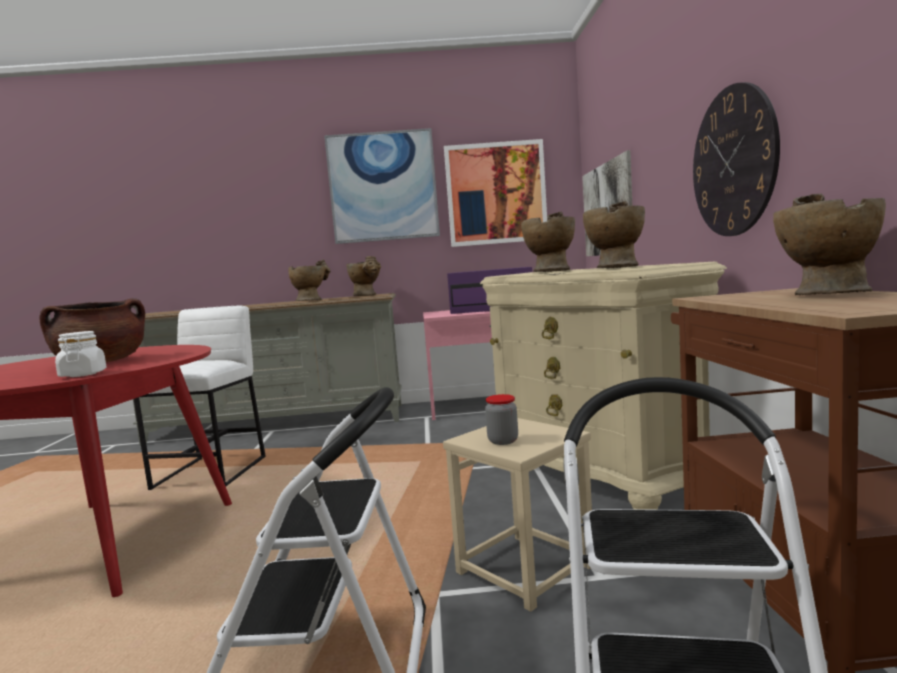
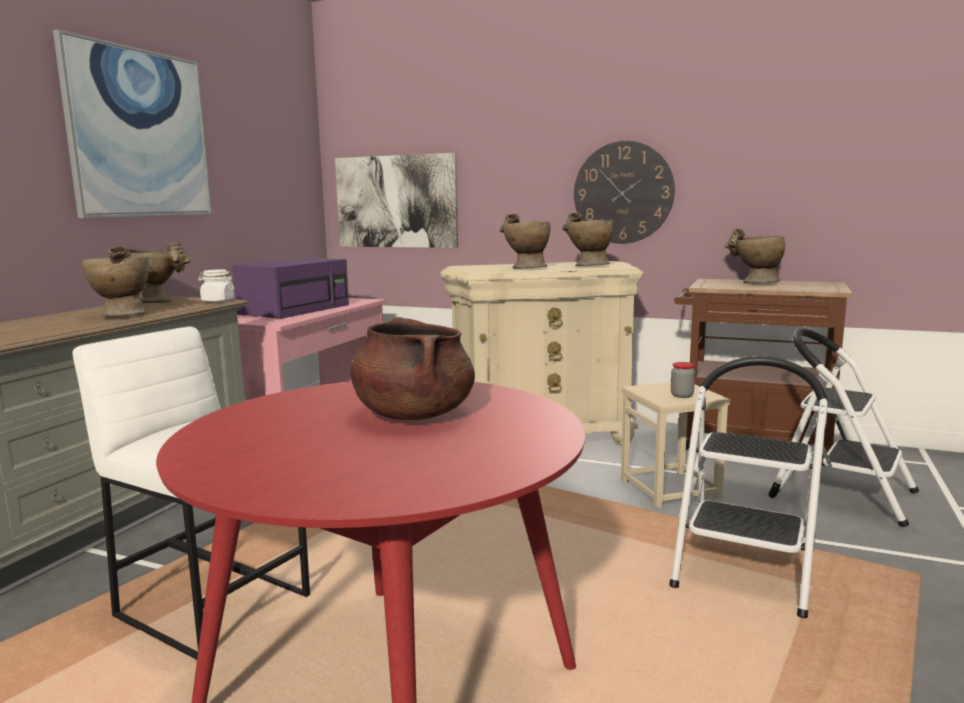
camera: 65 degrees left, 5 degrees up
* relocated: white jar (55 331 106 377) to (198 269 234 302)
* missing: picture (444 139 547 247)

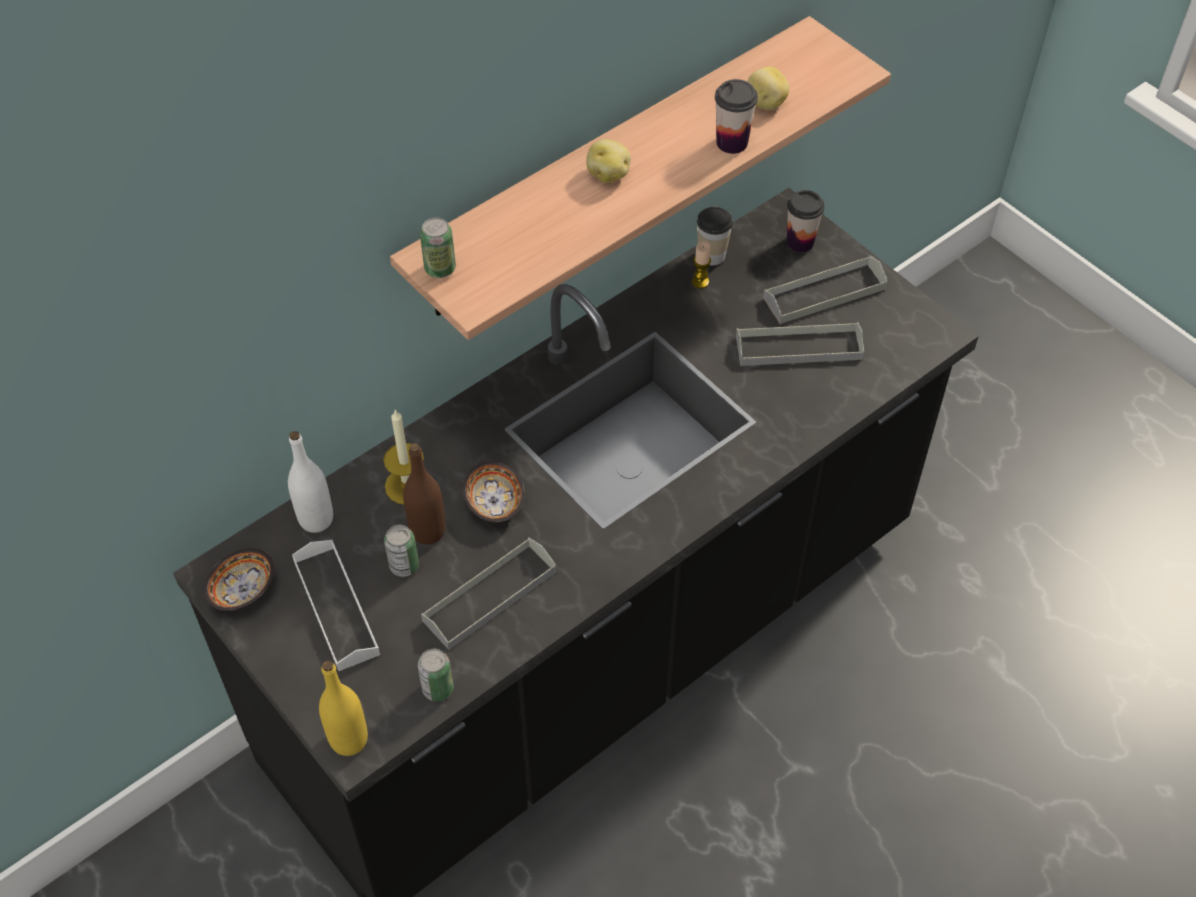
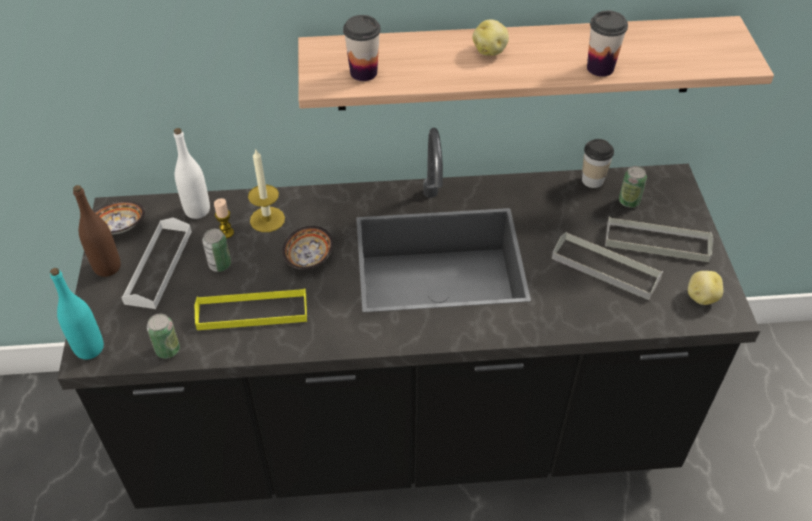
camera: 35 degrees right, 5 degrees down
* colour: yellow bottle (319 660 368 756) to turquoise bottle (50 268 104 359)
* relocated: brown bottle (403 443 445 545) to (73 185 121 277)
* colour: grey tray (421 538 556 650) to yellow tray (195 288 307 330)
* relocated: candle (692 241 711 289) to (214 198 234 238)
* relocated: cup (787 190 825 252) to (343 15 381 81)
* relocated: can (420 217 456 278) to (619 166 647 208)
* relocated: potato (747 67 789 110) to (688 271 723 305)

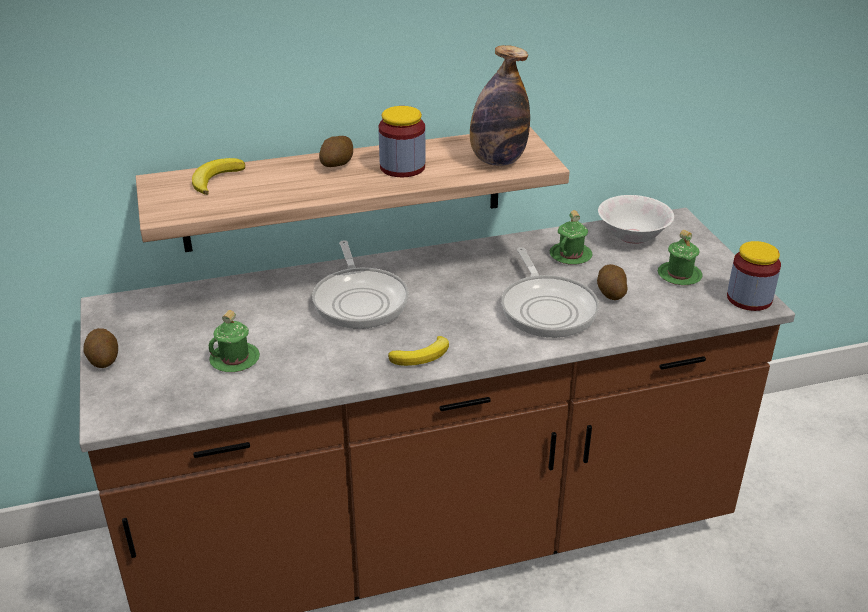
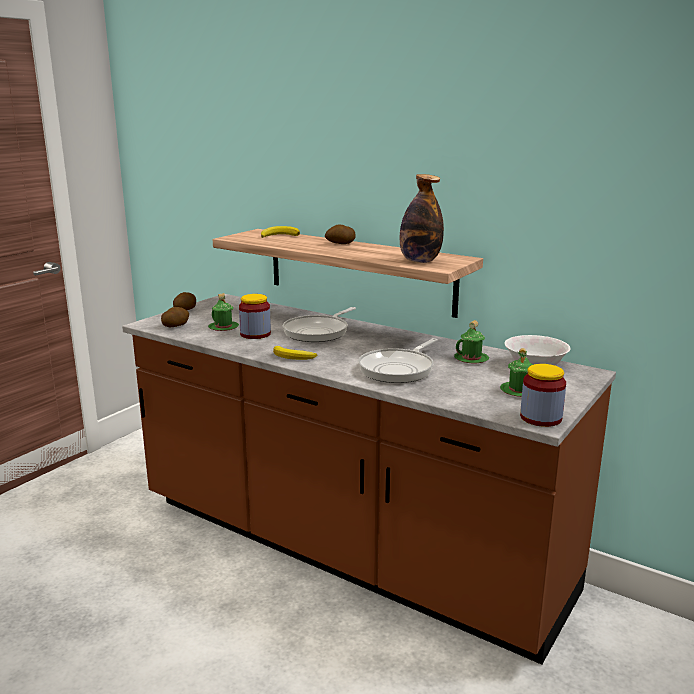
camera: 50 degrees right, 15 degrees down
* relocated: potato (597 264 627 300) to (161 307 189 327)
* relocated: jar (379 106 426 177) to (239 294 271 339)

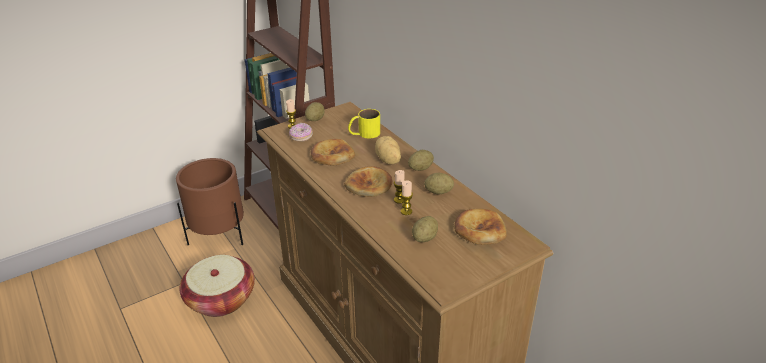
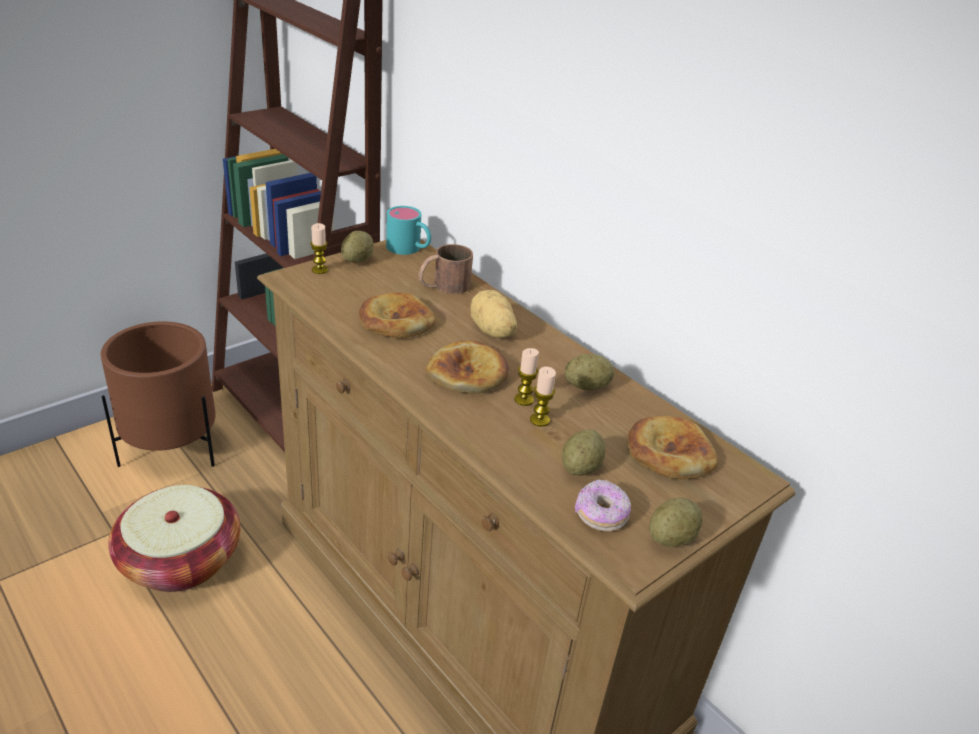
camera: 10 degrees left, 0 degrees up
* appeared: turquoise mug (386 206 431 255)
* colour: yellow mug (348 109 380 139) to brown mug (419 244 473 294)
* relocated: donut (289 123 313 142) to (575 480 631 531)
* relocated: potato (408 150 434 171) to (649 498 703 547)

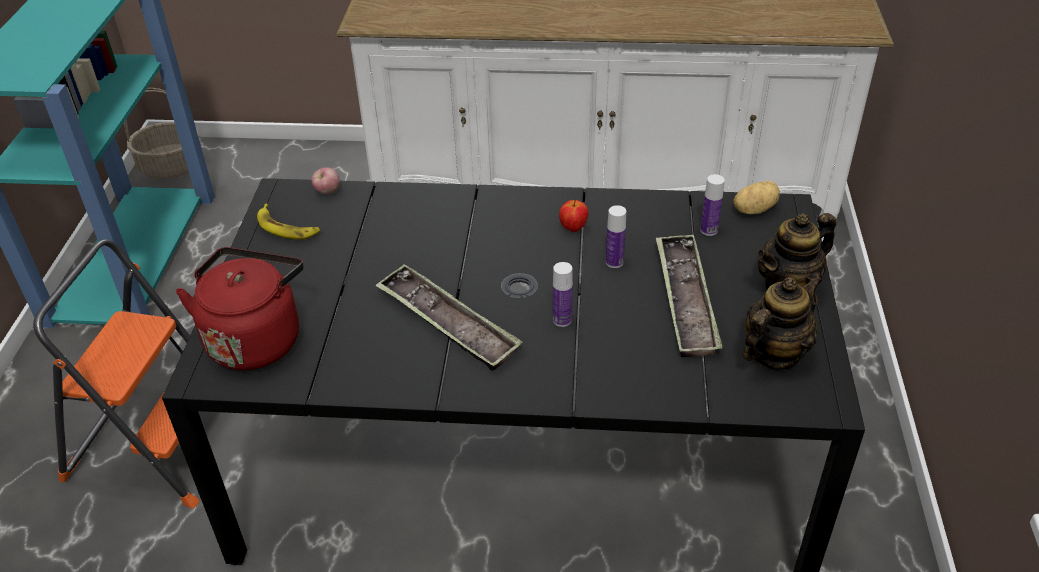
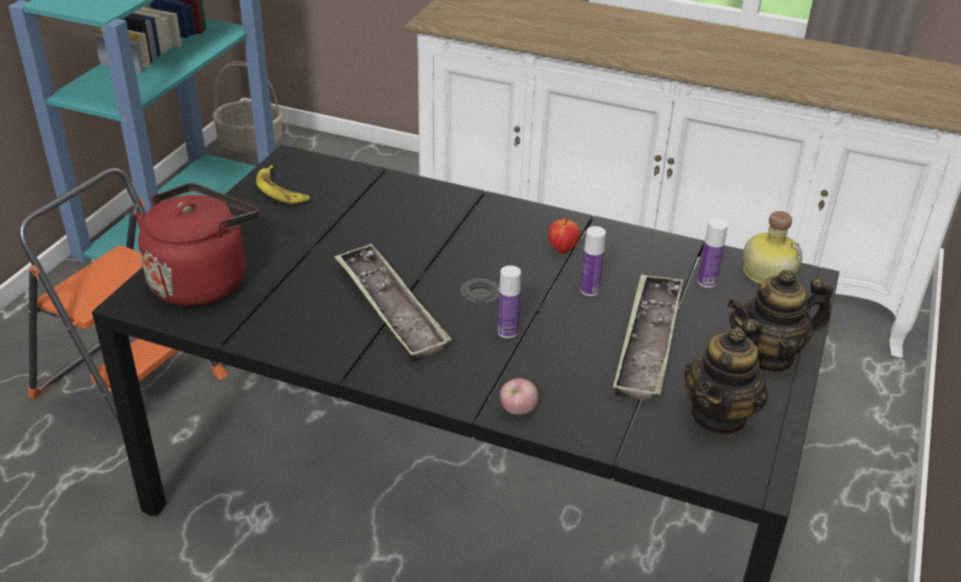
camera: 15 degrees right, 5 degrees down
* relocated: apple (311 167 340 194) to (500 378 538 415)
* spun: teapot (743 275 822 370) = (684 319 768 437) 150 degrees clockwise
* exchanged: potato (734 181 780 214) to bottle (743 211 802 284)

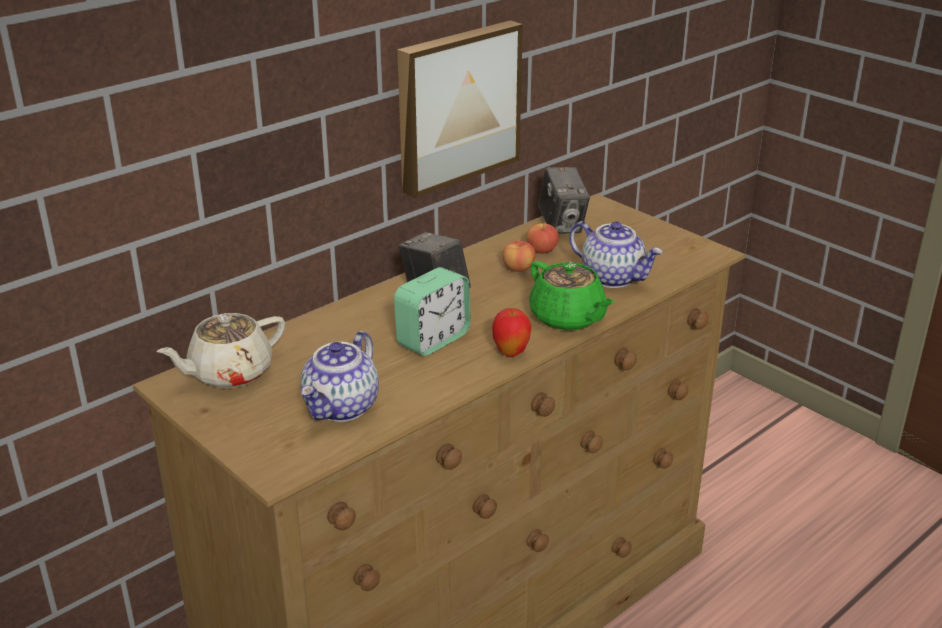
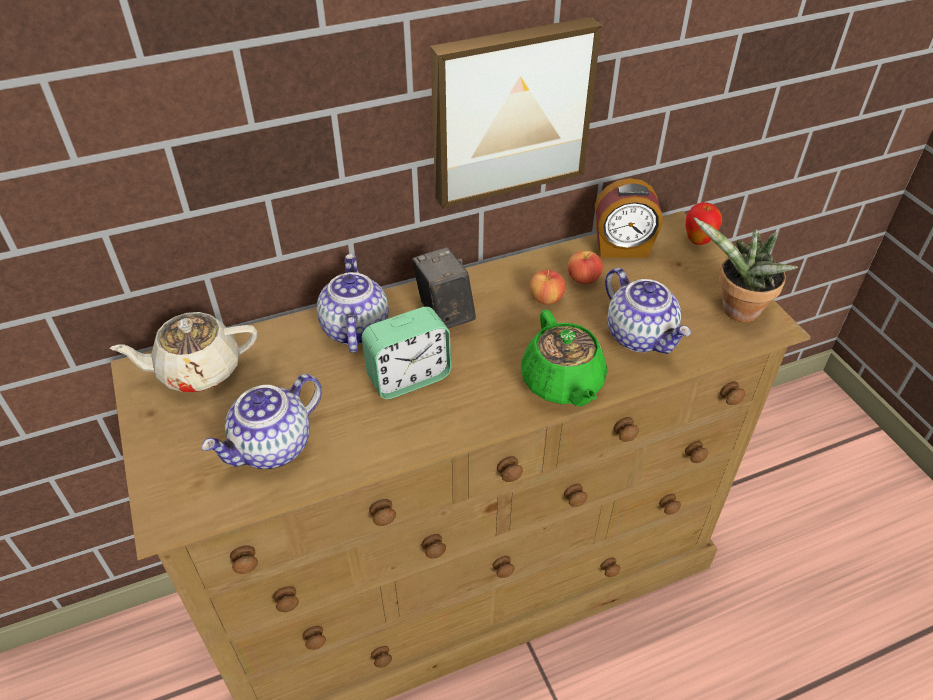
camera: 20 degrees right, 15 degrees up
* appeared: teapot (317 254 389 353)
* exchanged: photo camera (538 167 590 234) to alarm clock (595 178 663 258)
* relocated: apple (492 308 532 357) to (685 202 722 245)
* appeared: potted plant (693 217 798 322)

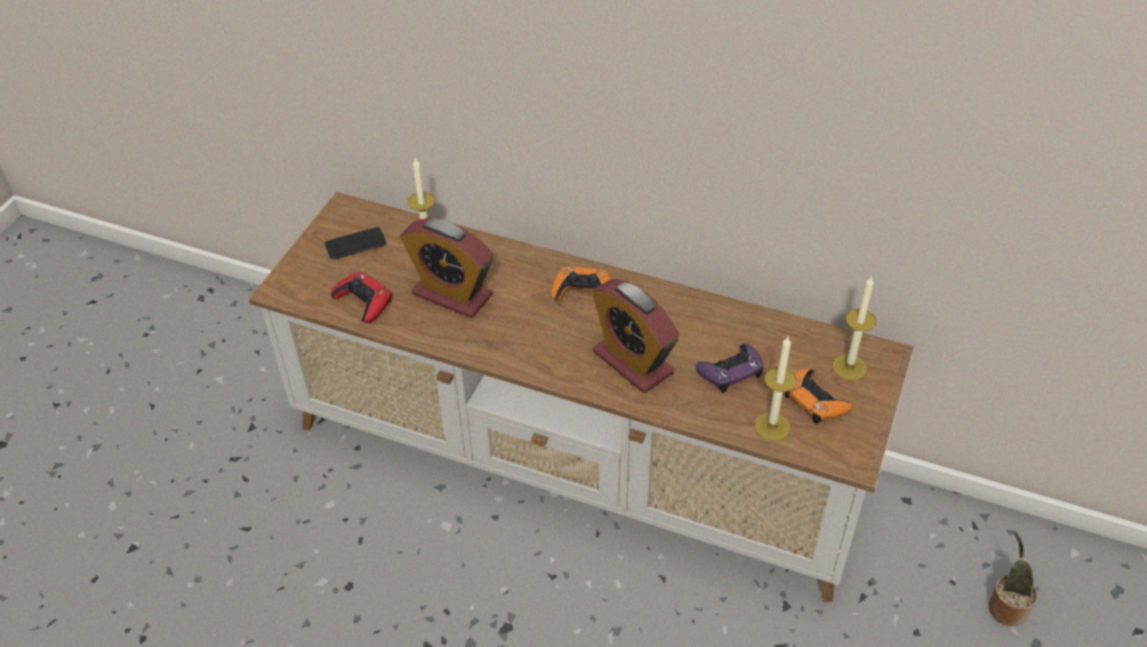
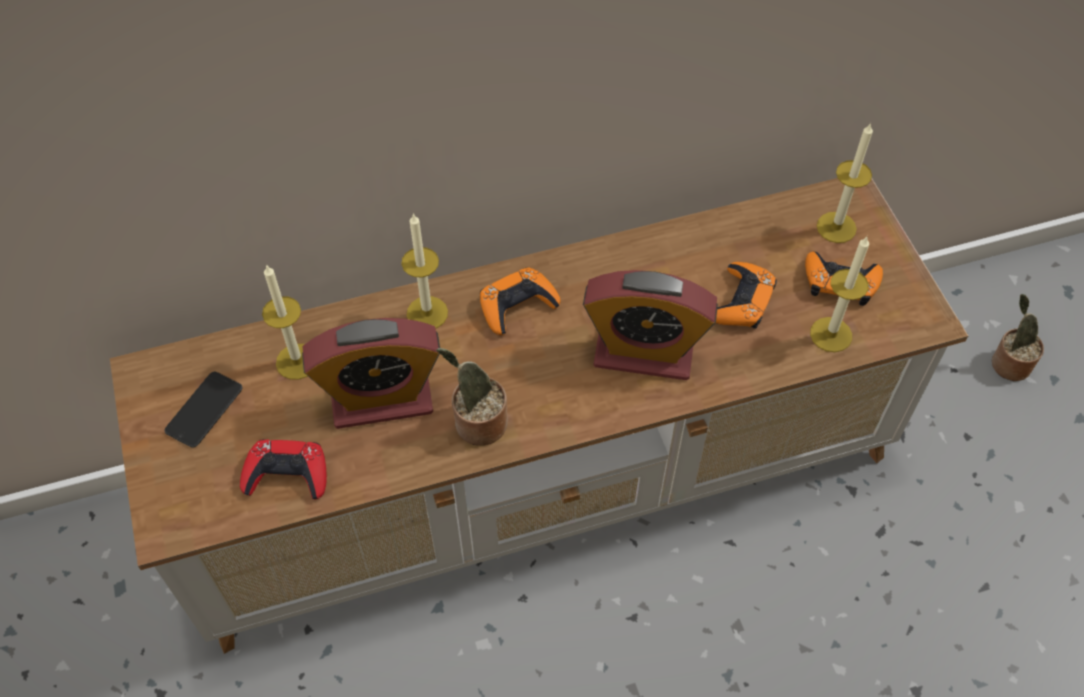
camera: 40 degrees left, 10 degrees up
* appeared: candle (401 213 448 329)
* appeared: potted plant (436 348 508 445)
* colour: purple game controller (696 344 763 392) to orange game controller (716 262 777 329)

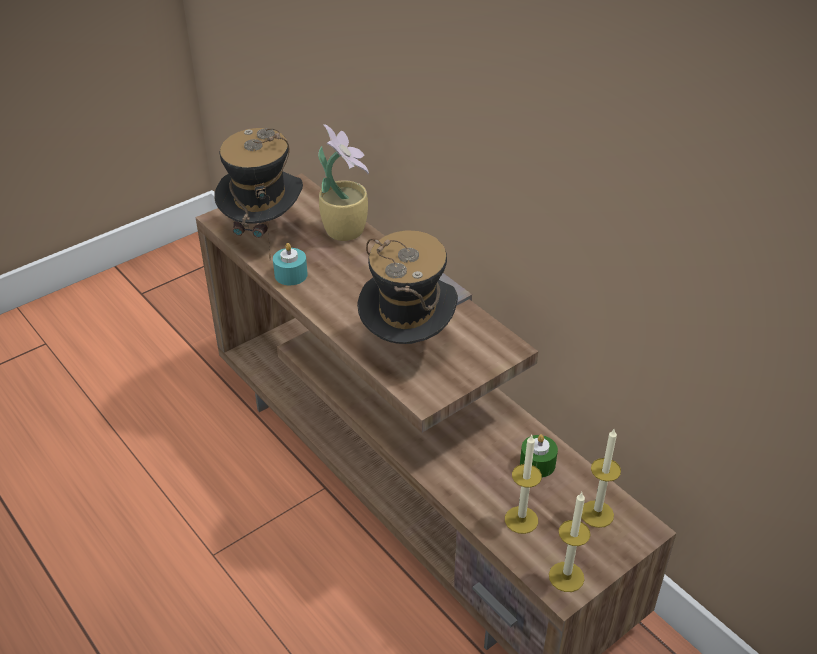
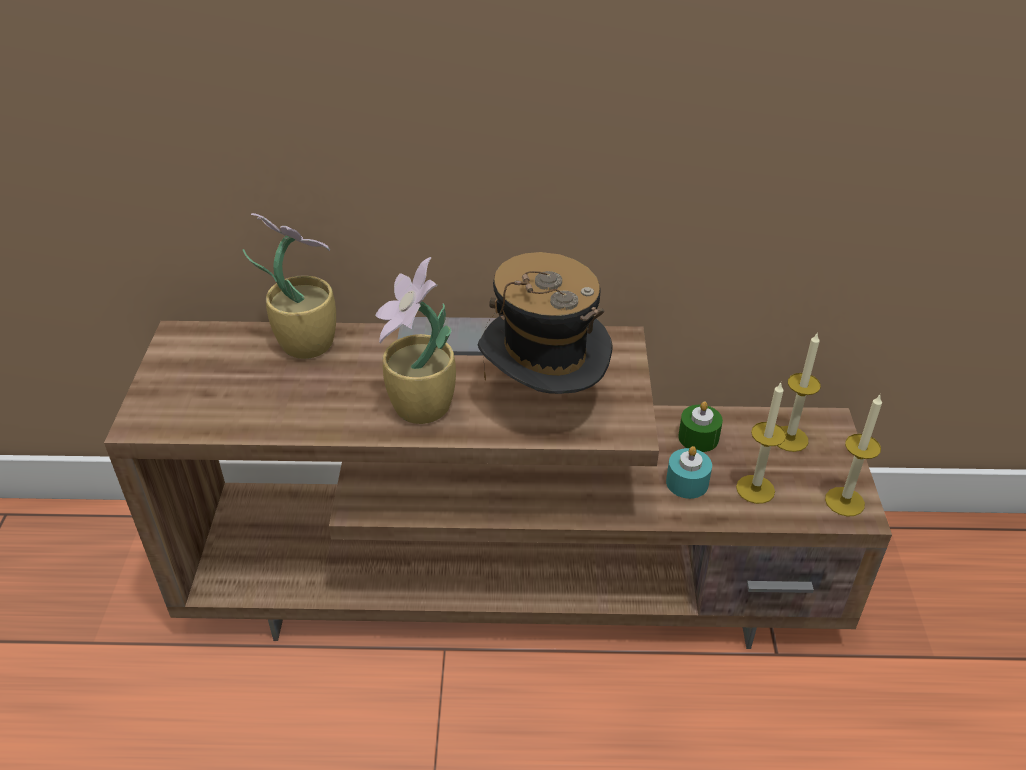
camera: 50 degrees left, 0 degrees up
* appeared: potted plant (375 257 456 424)
* relocated: turquoise candle (273 243 308 285) to (666 446 712 499)
* missing: hat (214 128 303 259)

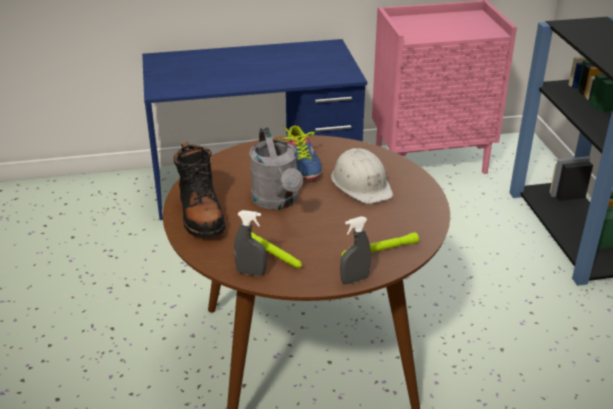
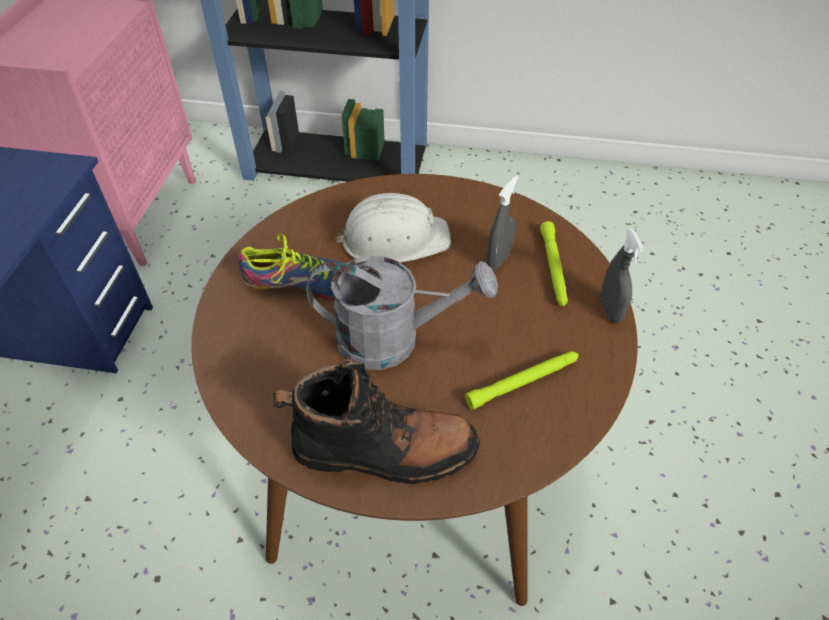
camera: 70 degrees left, 15 degrees up
* relocated: grey spray bottle (234 210 267 276) to (486 175 519 270)

